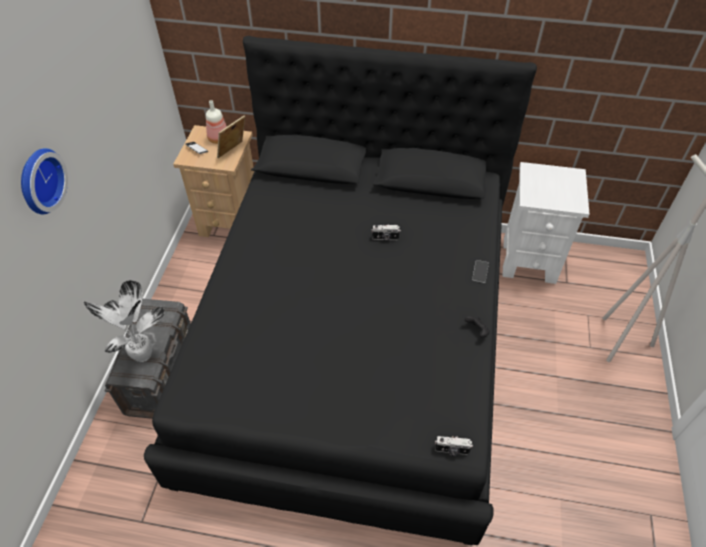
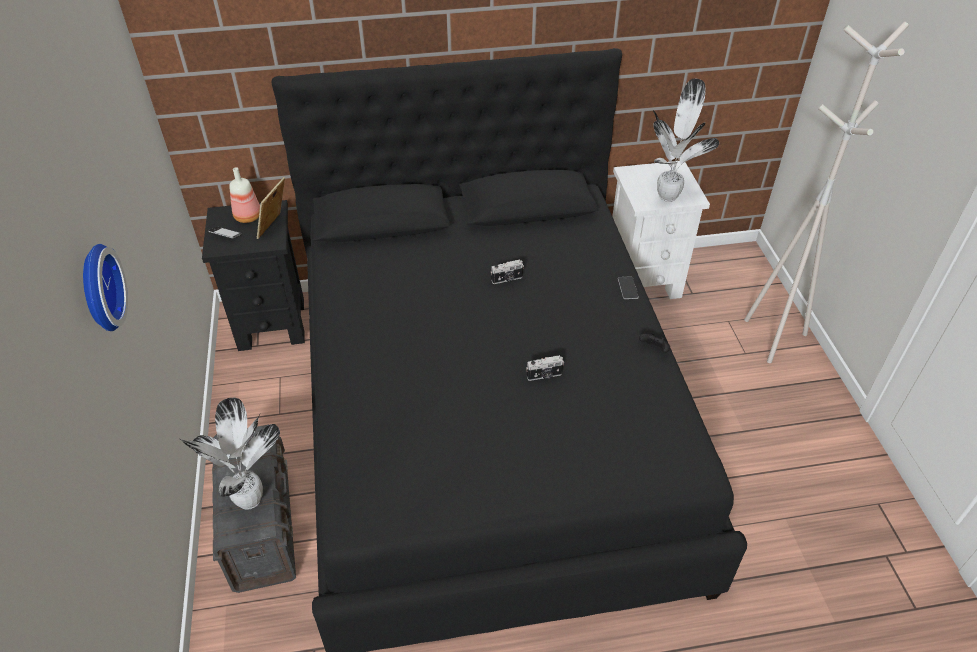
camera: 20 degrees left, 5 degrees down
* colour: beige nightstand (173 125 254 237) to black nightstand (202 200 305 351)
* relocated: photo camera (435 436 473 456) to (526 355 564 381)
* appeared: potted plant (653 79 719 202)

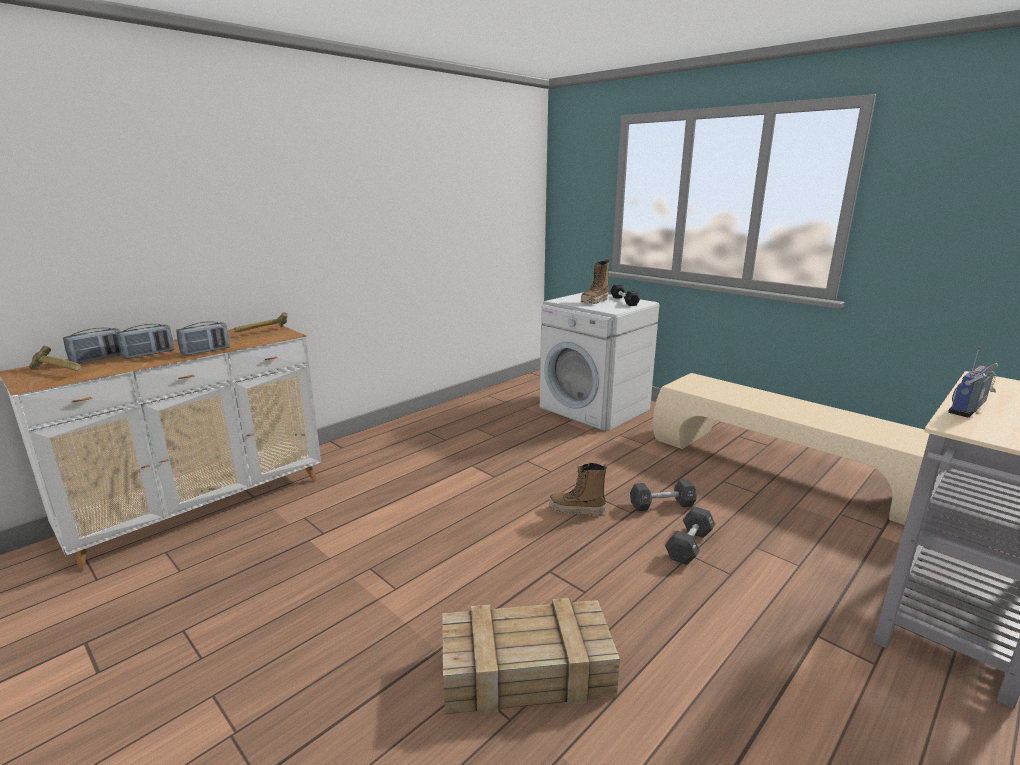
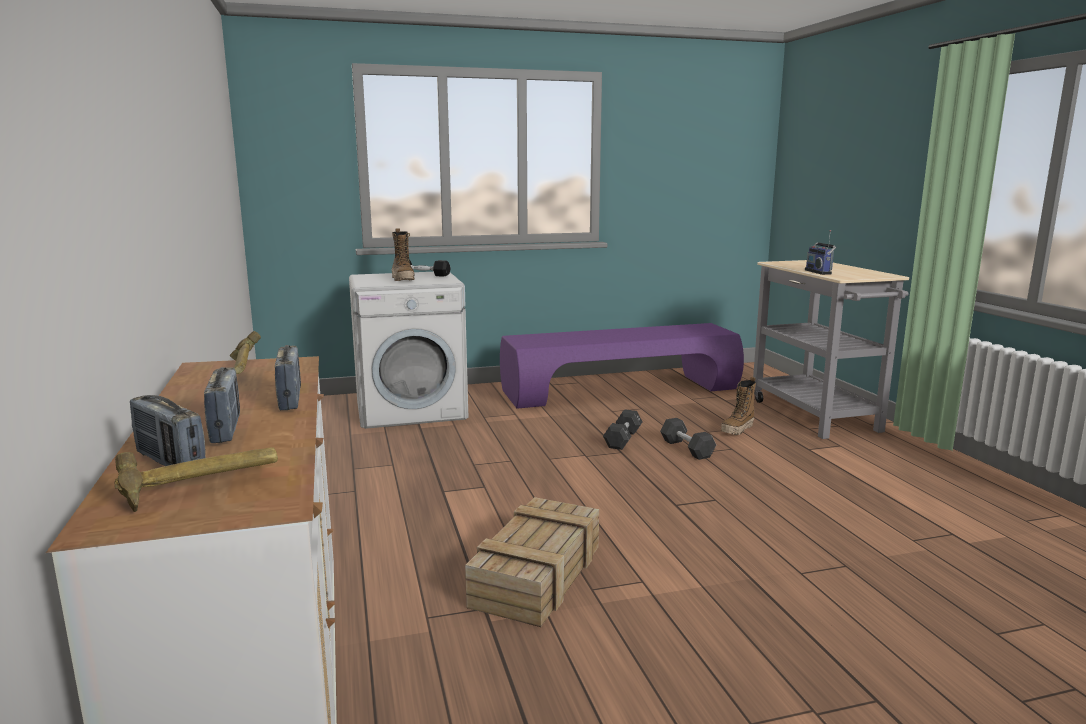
camera: 60 degrees left, 5 degrees down
* spun: radio (63 328 121 364) = (130 395 206 466) 150 degrees clockwise
* relocated: crate (442 598 620 715) to (465 497 599 627)
* colour: beige bench (653 373 952 526) to purple bench (500 323 744 409)
* relocated: boot (549 463 607 517) to (721 377 756 435)

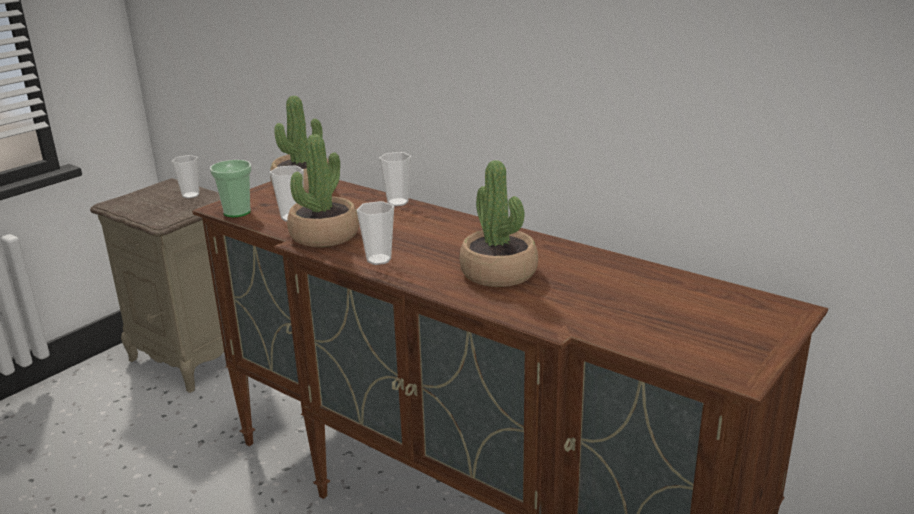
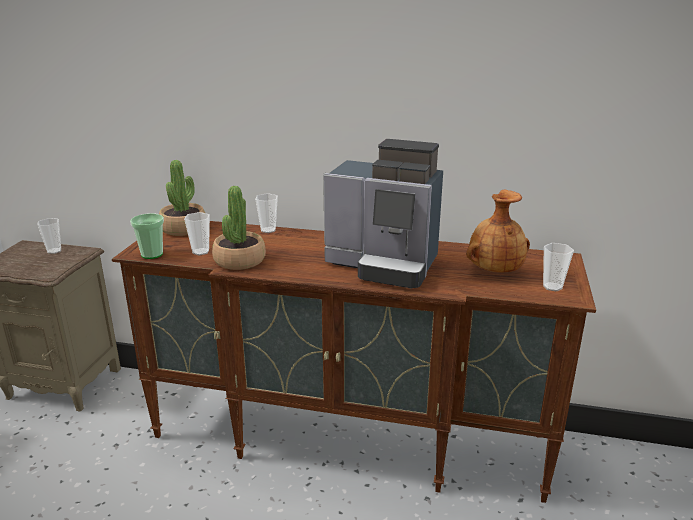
camera: 25 degrees left, 0 degrees up
* exchanged: potted plant (459 160 538 287) to coffee machine (323 139 443 288)
* appeared: brown vase (466 190 530 272)
* relocated: cup (357 201 394 265) to (543 243 574 291)

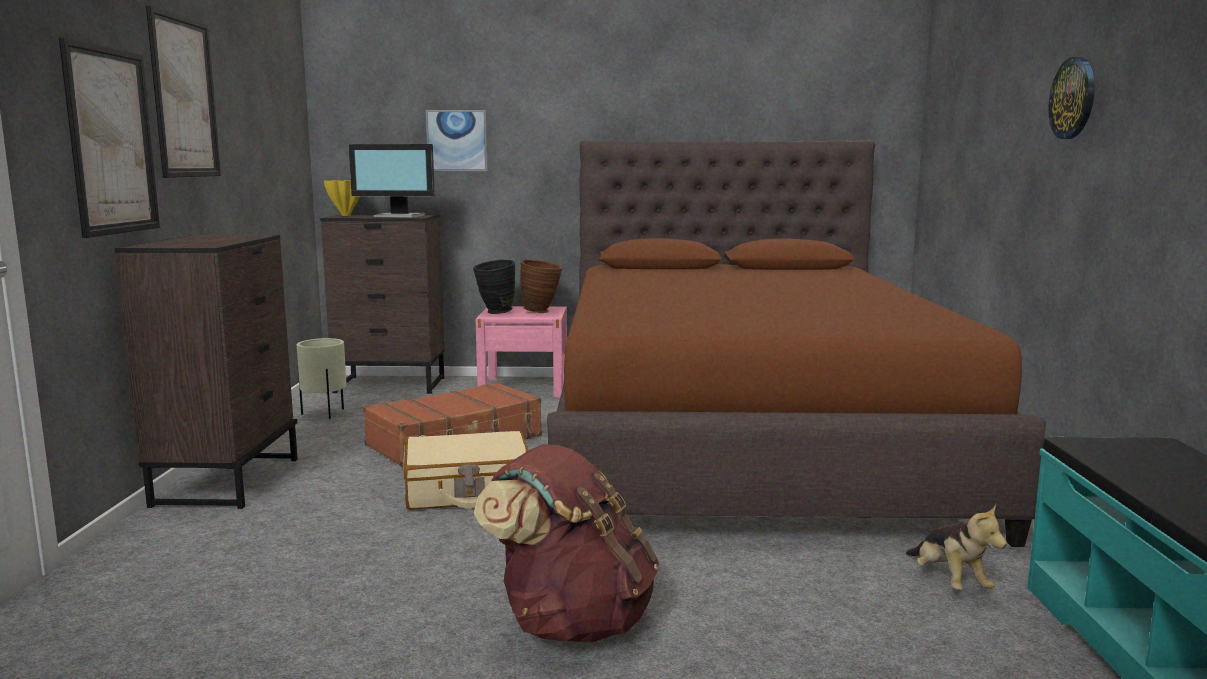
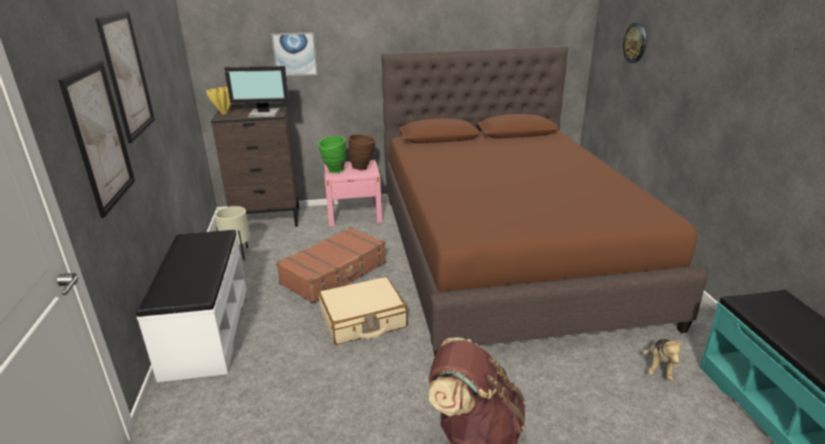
camera: 10 degrees left, 15 degrees up
* exchanged: brown dresser (115 235 298 509) to white bench (136 230 247 382)
* colour: black vase (473 260 515 314) to green vase (318 136 346 173)
* relocated: wall clock (1048 57 1095 139) to (623 23 646 63)
* spun: plush toy (906 504 1007 590) = (643 339 683 380) 45 degrees clockwise

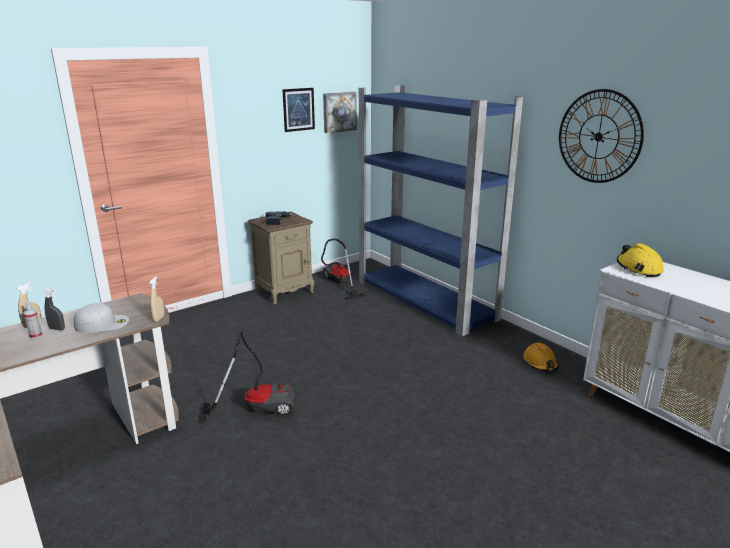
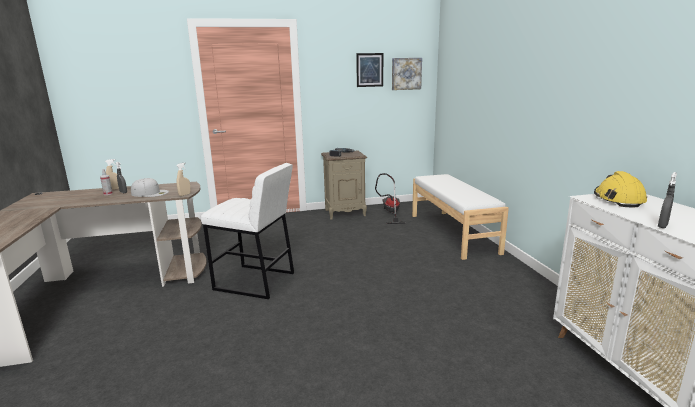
camera: 25 degrees right, 5 degrees down
* exchanged: vacuum cleaner (198 331 294 424) to white chair (201 163 294 299)
* exchanged: blue bookcase (359 85 523 336) to white bench (412 174 509 260)
* appeared: grey spray bottle (658 172 677 228)
* missing: orange hard hat (523 343 558 371)
* missing: wall clock (559 89 644 183)

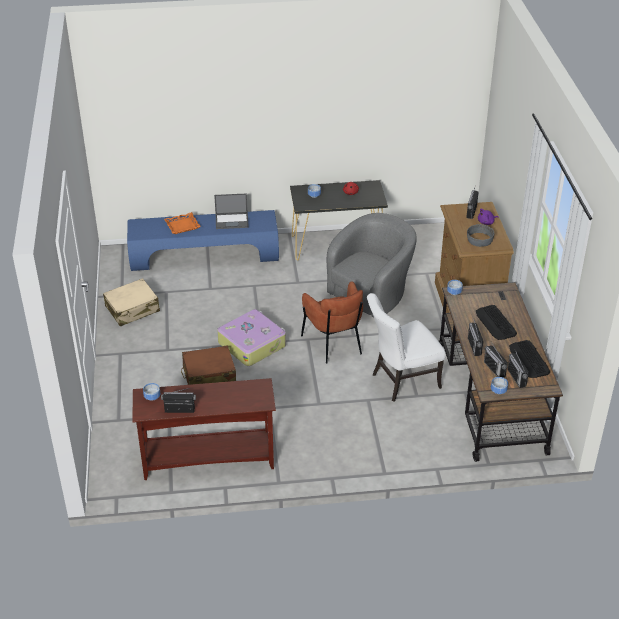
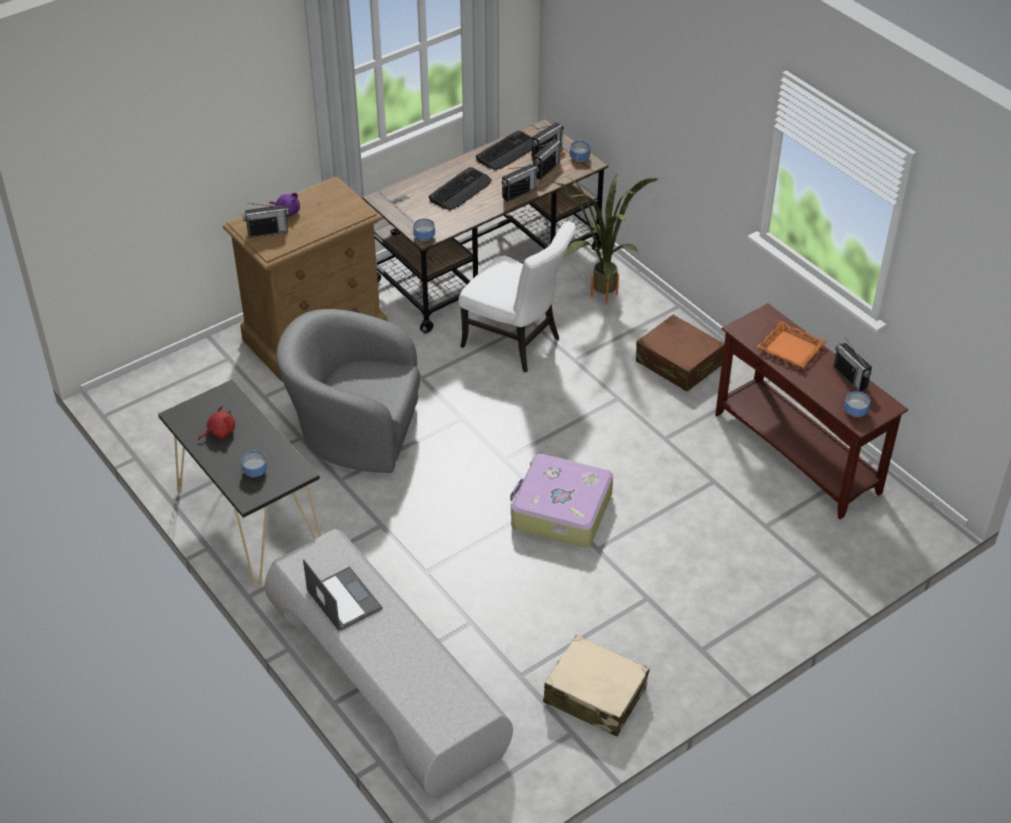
camera: 120 degrees left, 5 degrees up
* colour: blue bench (127 210 279 271) to grey bench (265 529 513 798)
* appeared: potted plant (556 174 658 304)
* relocated: brown suitcase (181 345 236 385) to (636 315 724 392)
* relocated: orange tray (164 212 201 234) to (757 321 827 368)
* missing: brown armchair (301 281 363 364)
* missing: grey bowl (467 224 494 247)

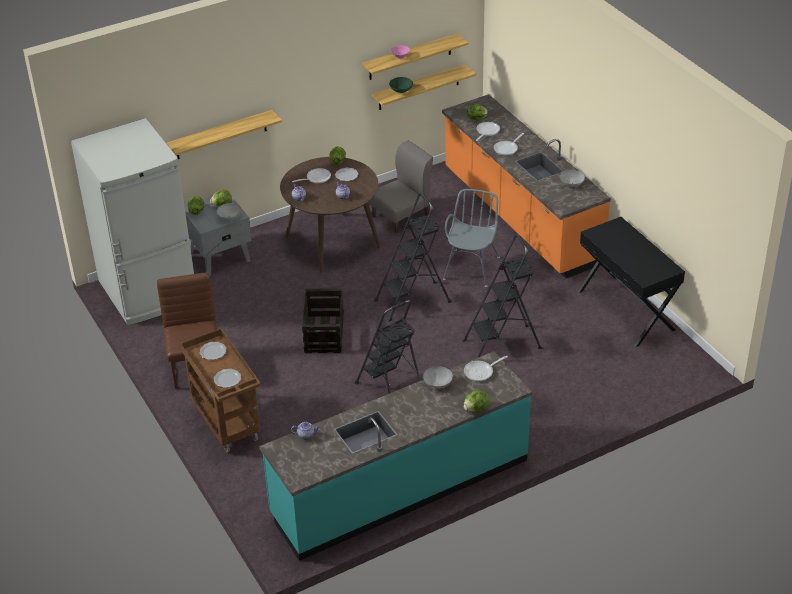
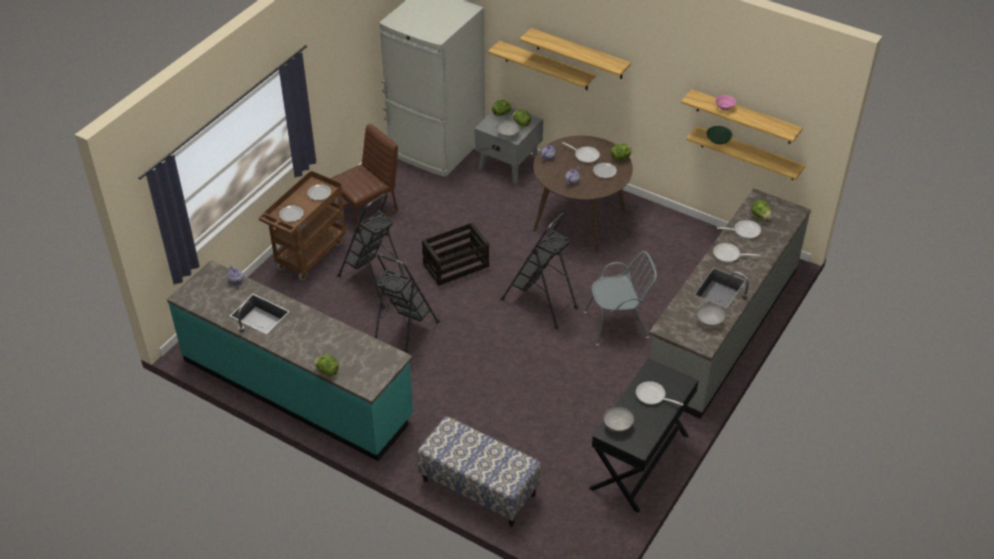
camera: 60 degrees right, 5 degrees up
* relocated: step ladder (462 235 543 358) to (337 194 405 309)
* appeared: bench (417 416 541 527)
* appeared: shelf (519 28 631 79)
* relocated: grey bowl (423 366 453 388) to (603 407 634 432)
* relocated: frying pan (464 355 508 381) to (636 381 683 406)
* colour: orange counter (442 94 611 278) to grey counter (649 188 811 419)
* missing: grey chair (368 140 433 233)

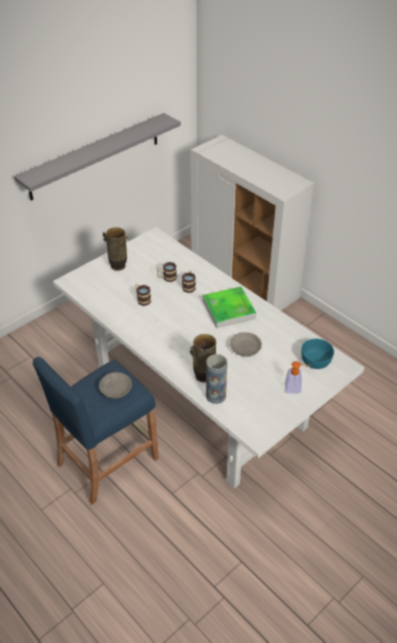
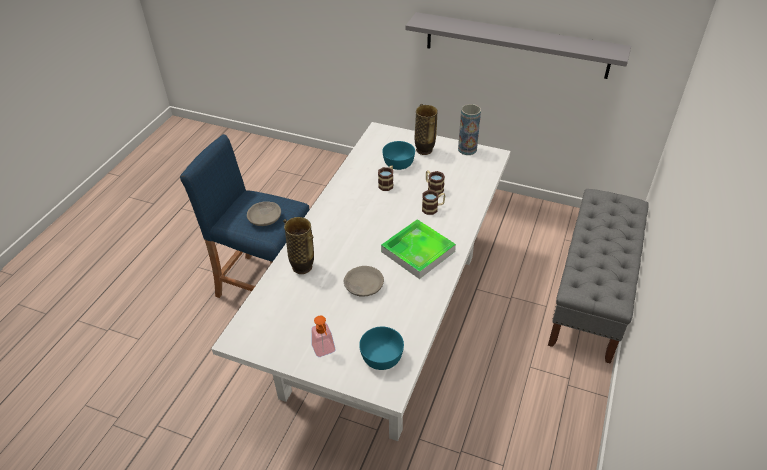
camera: 65 degrees right, 0 degrees up
* appeared: turquoise bowl (382 141 415 170)
* relocated: vase (206 354 227 404) to (458 104 481 155)
* exchanged: white cabinet (190 135 314 311) to grey bench (548 189 649 364)

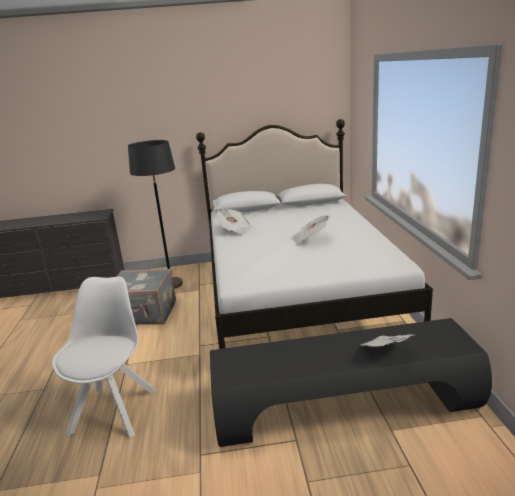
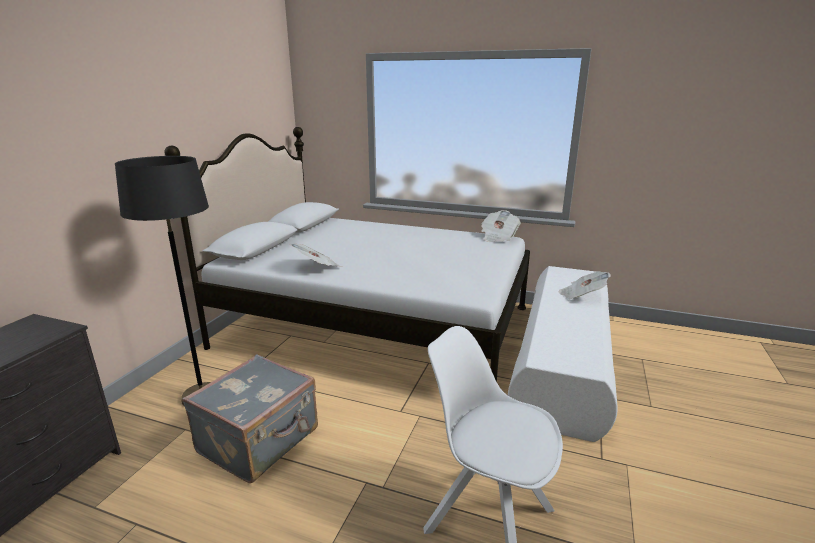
camera: 65 degrees left, 0 degrees up
* relocated: newspaper (291 215 330 243) to (481 210 521 242)
* colour: black bench (210 318 492 447) to white bench (508 266 618 442)

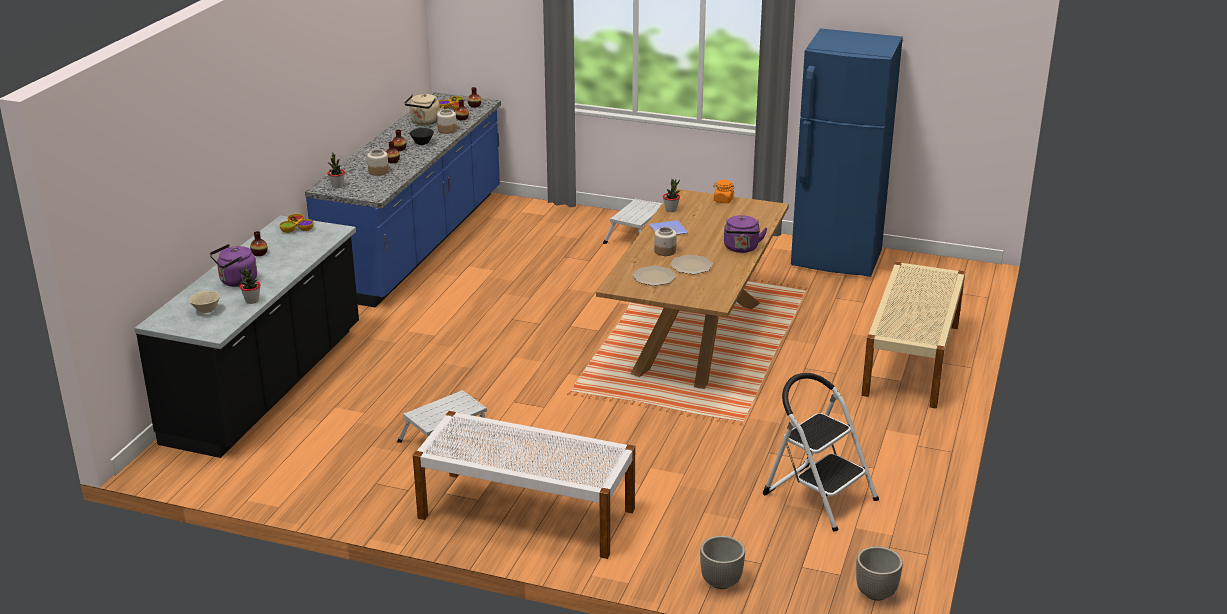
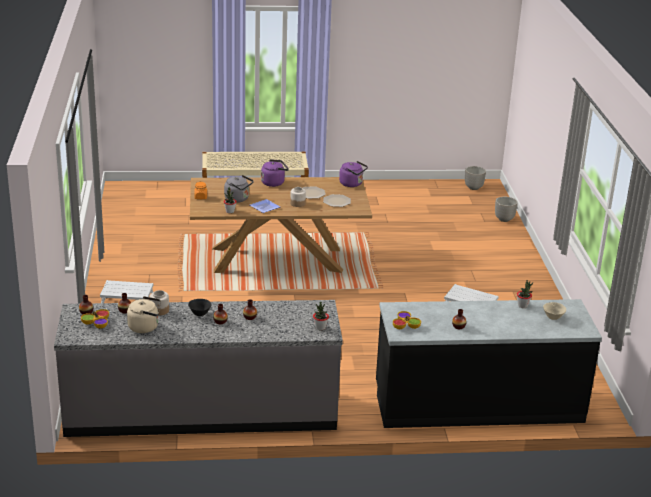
camera: 115 degrees left, 0 degrees up
* colour: blue counter (305 92 501 308) to grey counter (54 300 343 437)
* appeared: grey kettle (224 175 254 203)
* relocated: purple kettle (210 244 257 287) to (339 161 368 187)
* missing: jar (367 149 389 176)
* missing: white bench (413 411 635 559)
* missing: step ladder (763 373 879 532)
* missing: blue fridge (791 28 903 277)

